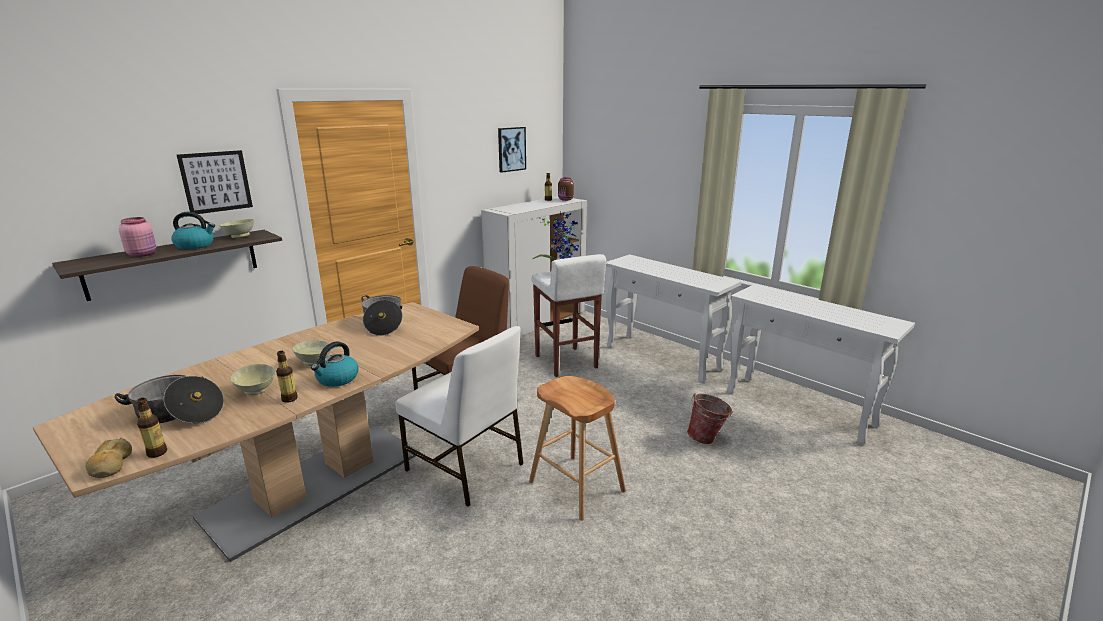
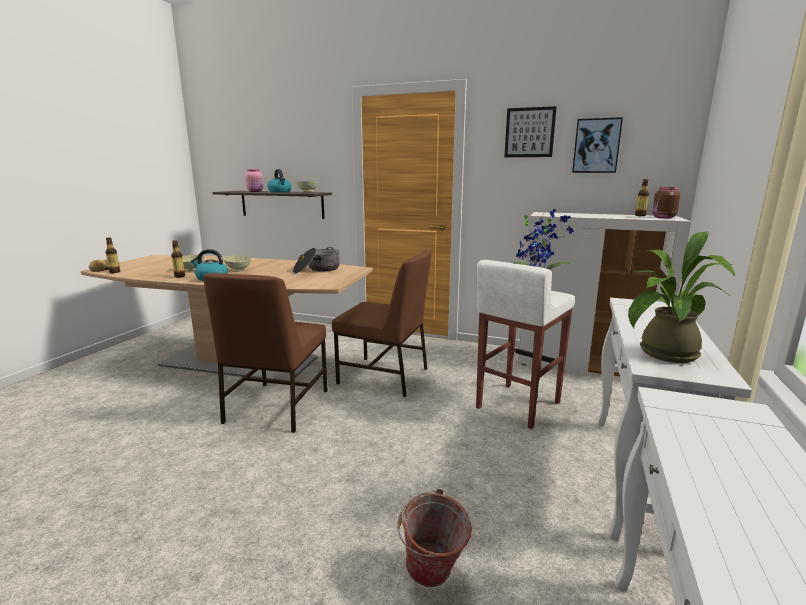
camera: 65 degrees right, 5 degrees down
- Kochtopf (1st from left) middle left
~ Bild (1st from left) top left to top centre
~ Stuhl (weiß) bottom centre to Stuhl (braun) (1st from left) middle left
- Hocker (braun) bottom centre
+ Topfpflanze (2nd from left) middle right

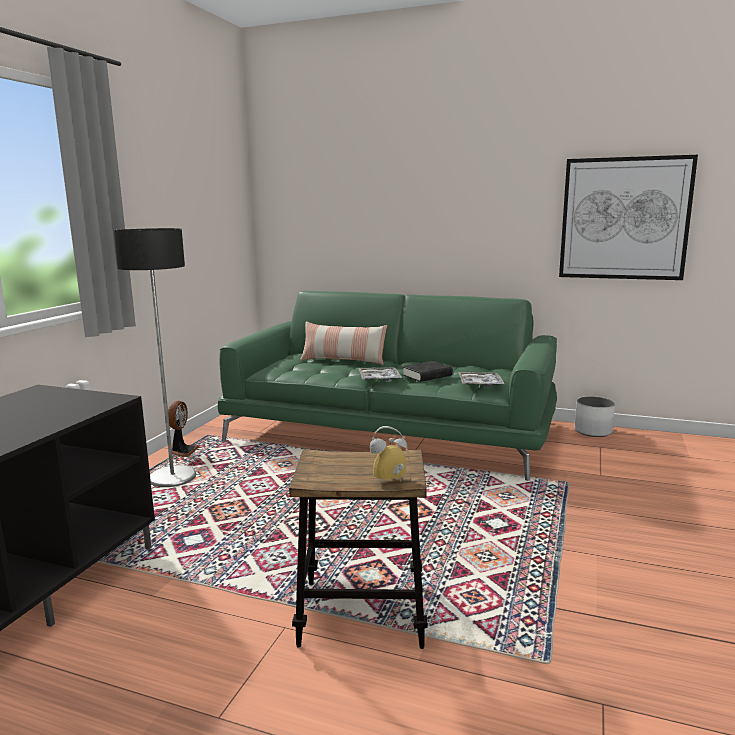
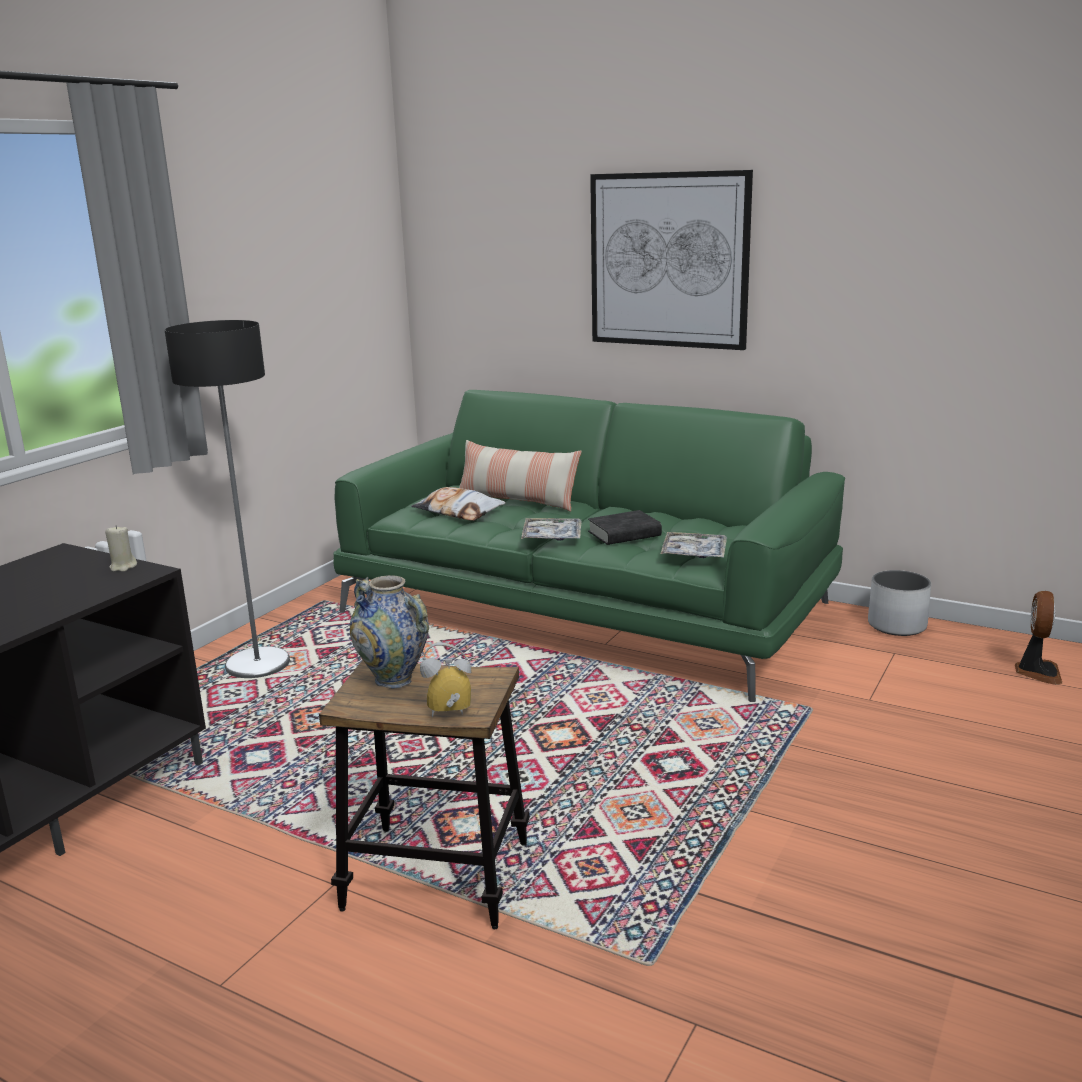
camera: 10 degrees right, 5 degrees up
~ Ventilator middle left to middle right
~ Bild top right to top centre
+ Kerze (beige) middle left
+ Vase centre
+ Kissen (1st from left) centre

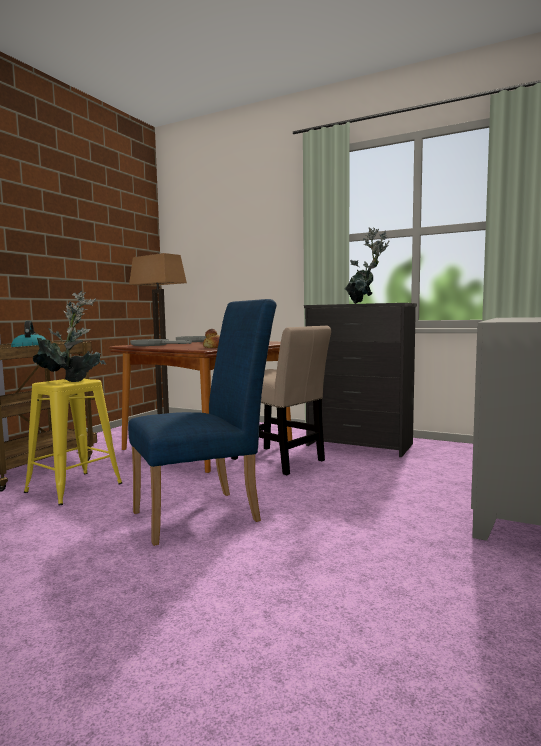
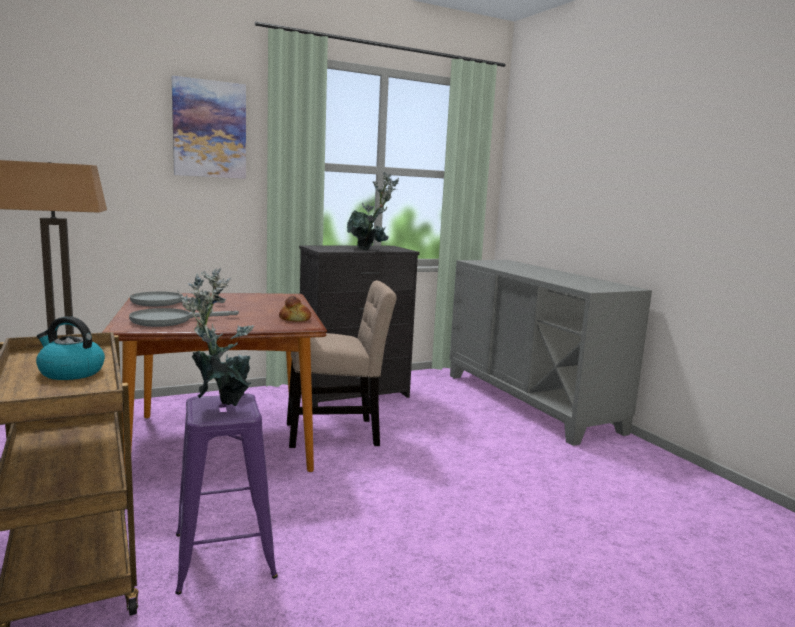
camera: 55 degrees left, 5 degrees up
~ Hocker (gelb) middle left to Hocker (lila) bottom left
- Stuhl (blau) centre
+ Bild top left

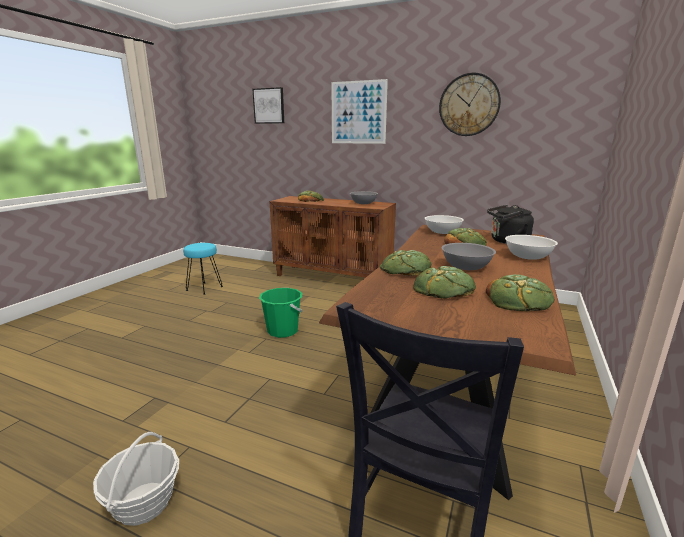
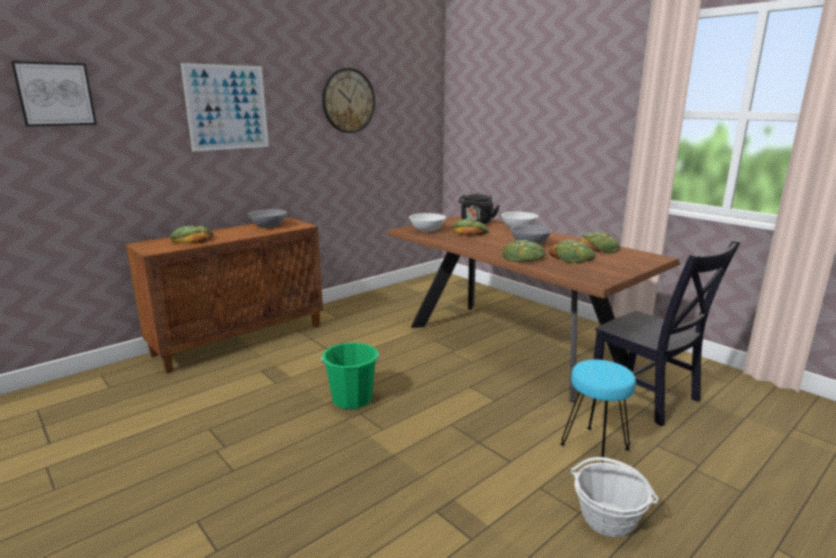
camera: 65 degrees left, 0 degrees up
~ Hocker (türkis) middle left to bottom right

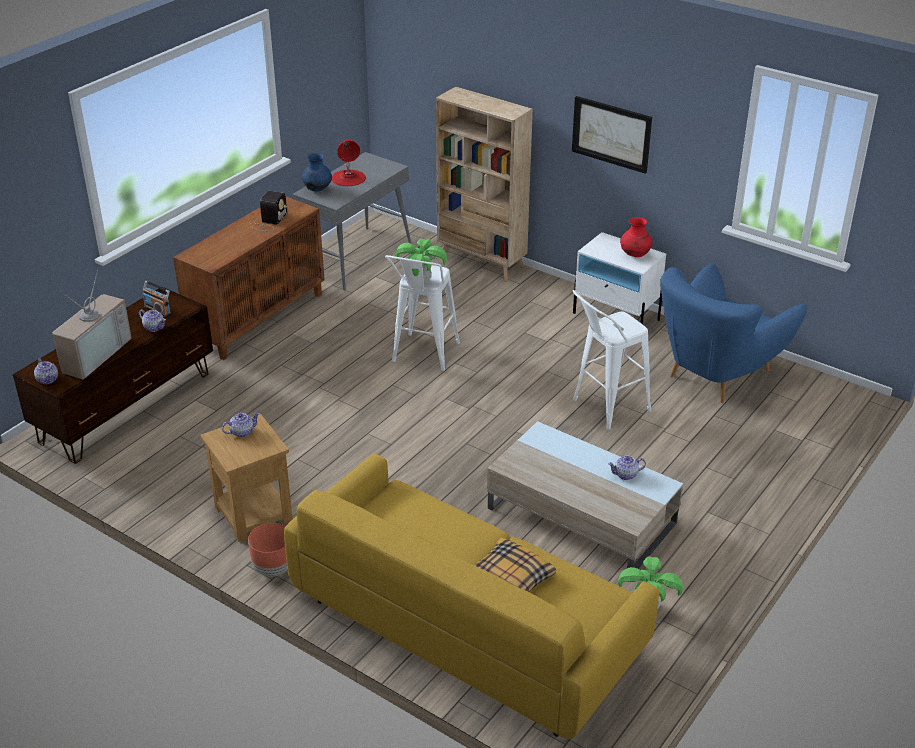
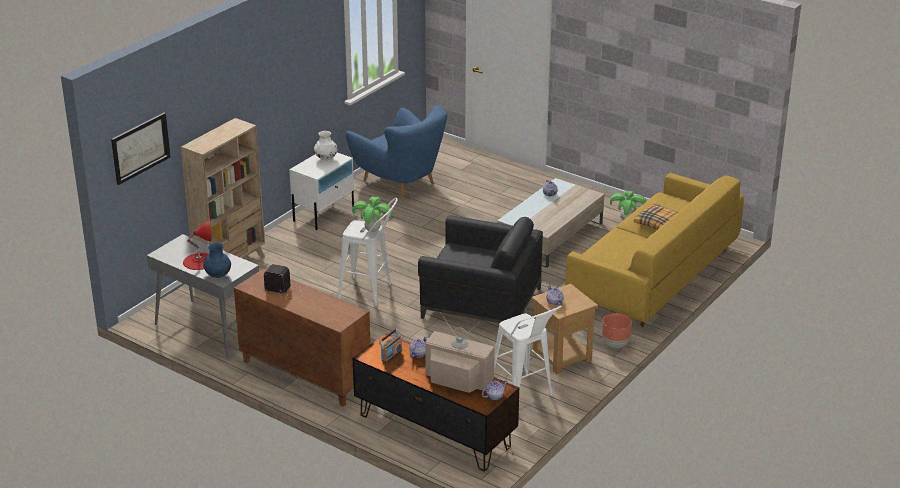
camera: 90 degrees left, 5 degrees down
~ Bild top right to top left
~ Hocker (weiß) (2nd from left) middle right to bottom centre
~ Vase (rot) top right to Vase (weiß) top centre
+ Sessel (schwarz) centre

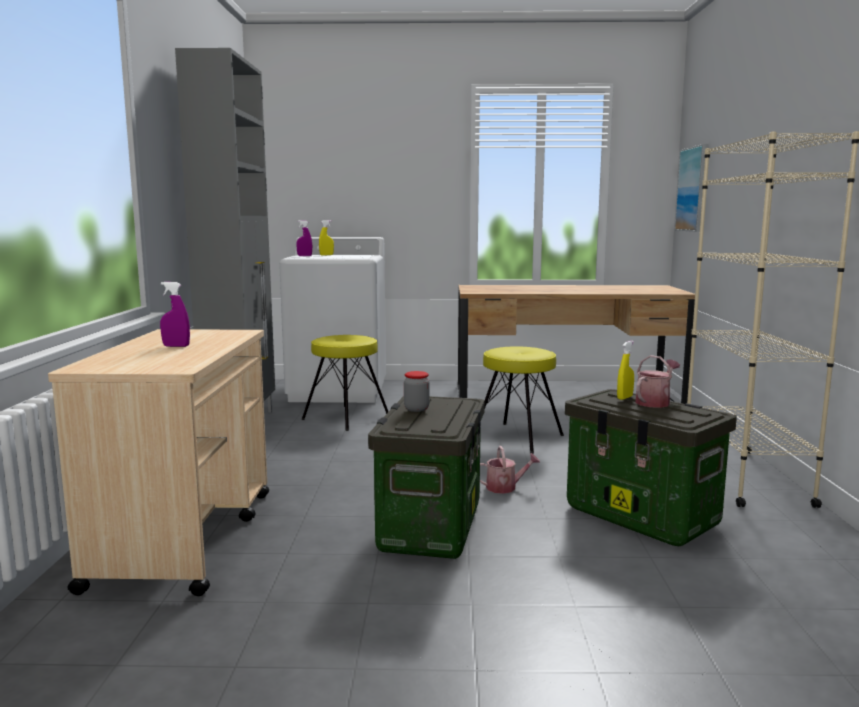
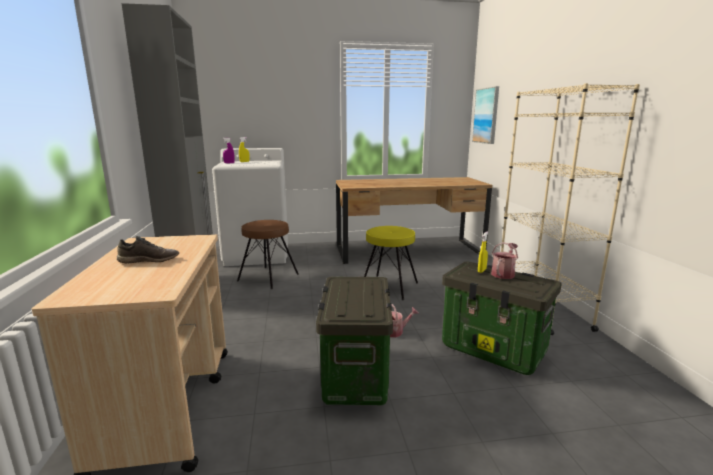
camera: 10 degrees left, 5 degrees up
~ Sprühflasche (lila) (1st from left) middle left to Schuh (grau) middle left
~ Hocker (gelb) (1st from left) centre to Hocker (braun) centre
- Vorratsglas centre

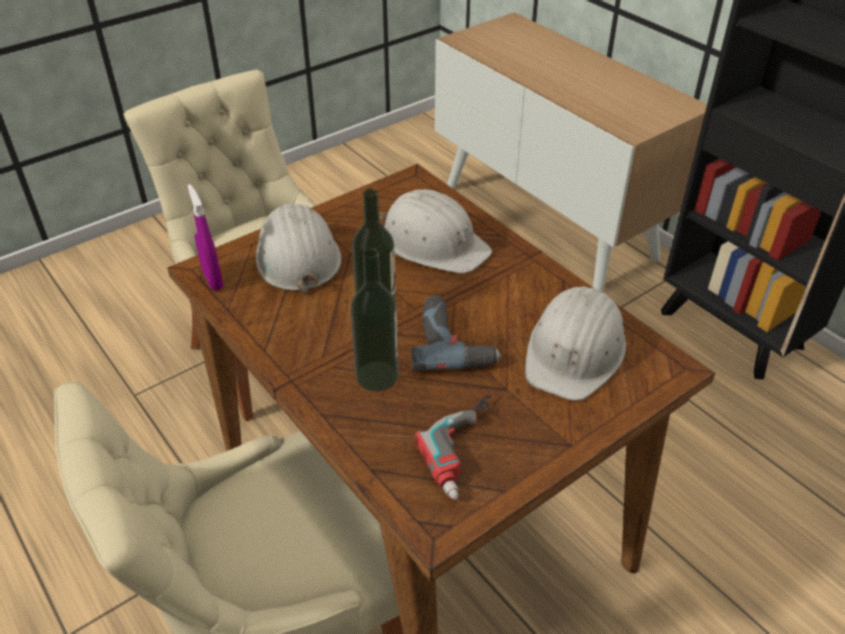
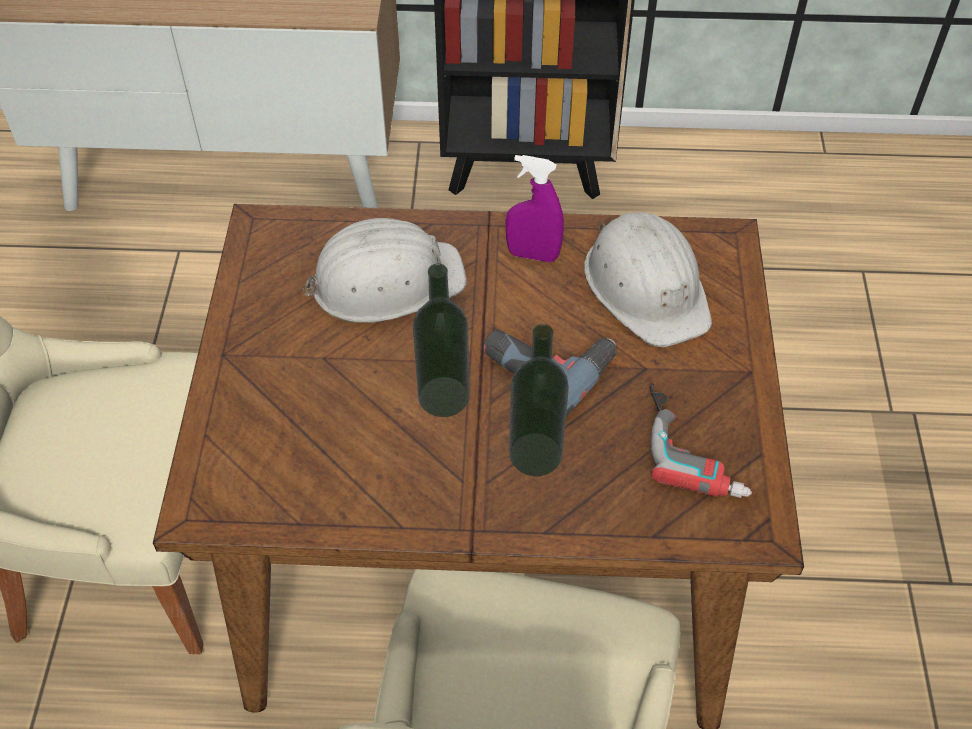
camera: 50 degrees left, 10 degrees up
~ Sprühflasche (lila) middle left to top centre
- Schutzhelm (weiß) (1st from left) centre

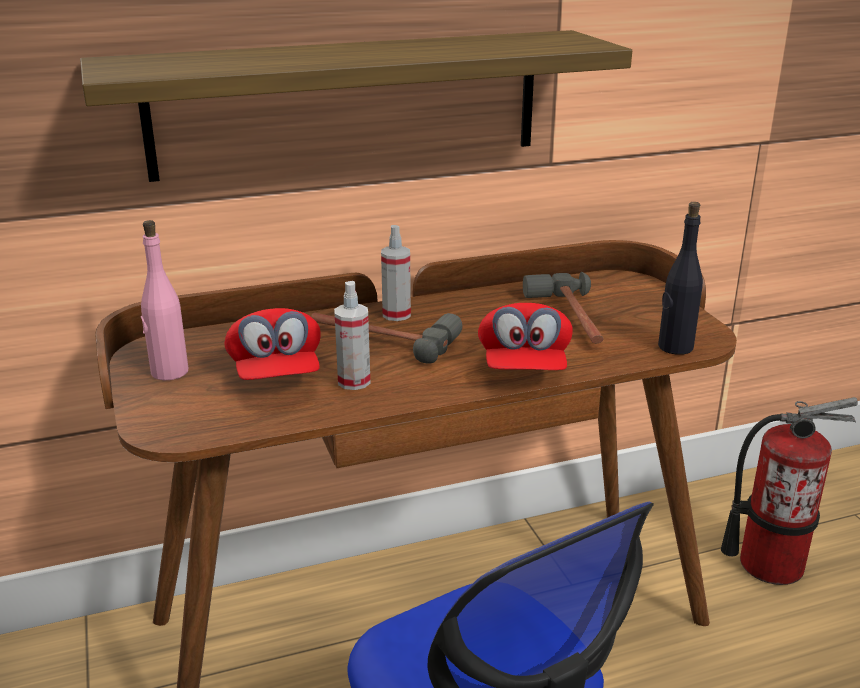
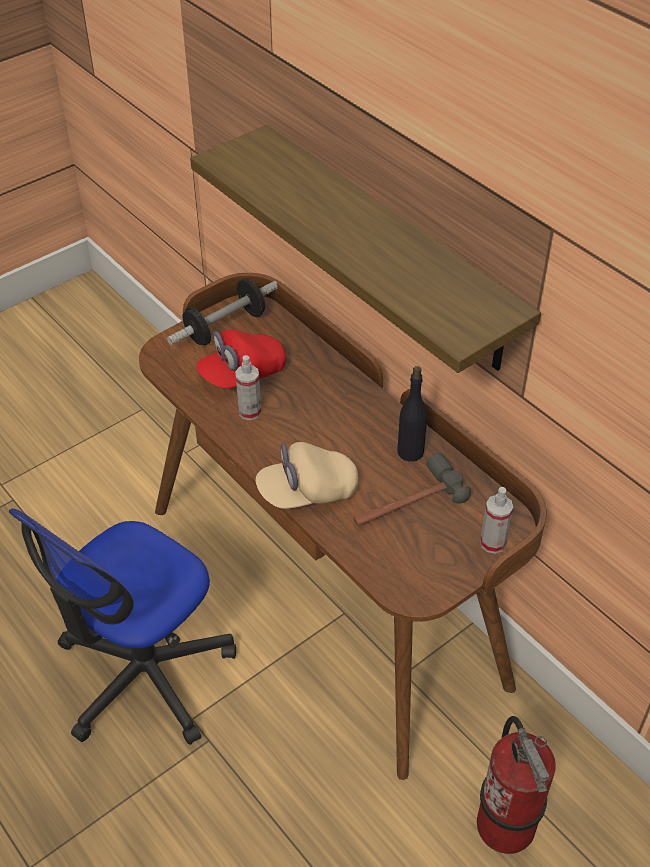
camera: 70 degrees right, 20 degrees up
~ Flasche (rosa) middle left to Hantel centre
- Hammer (1st from left) centre
~ Sprühflasche (2nd from left) centre to middle right
~ Kappe (rot) (2nd from left) centre to Kappe (beige) centre
~ Flasche (schwarz) middle right to centre

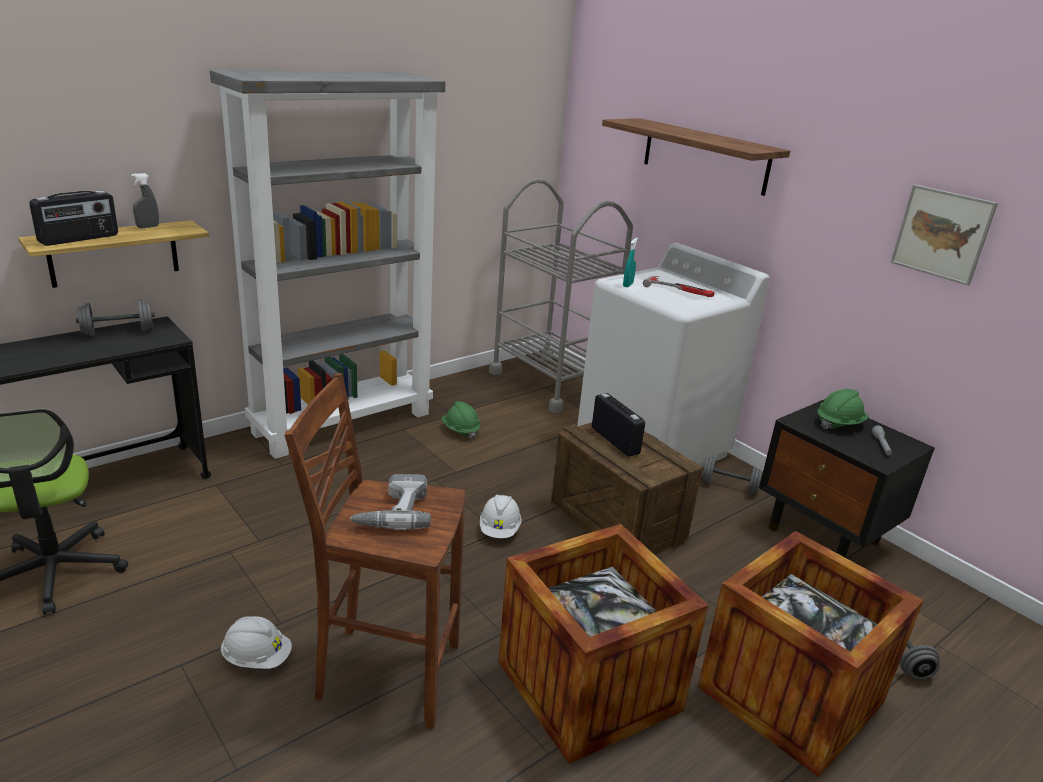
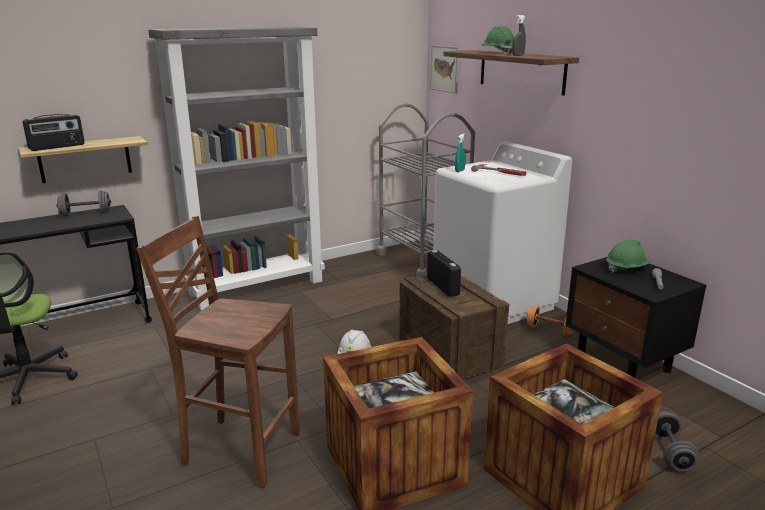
camera: 10 degrees right, 5 degrees down
~ Sprühflasche (grau) top left to top right
- Schutzhelm (weiß) (1st from left) bottom left
- Bohrmaschine centre
~ Schutzhelm (grün) (1st from left) centre to top centre
~ Hantel (grau) (2nd from left) middle right to Hantel (orange) middle right
~ Bild top right to top centre

